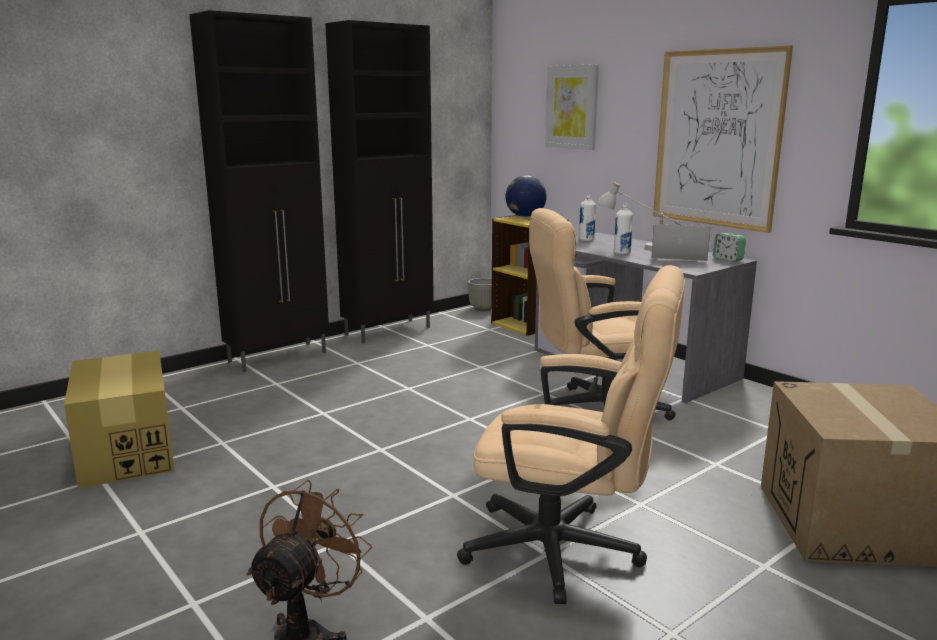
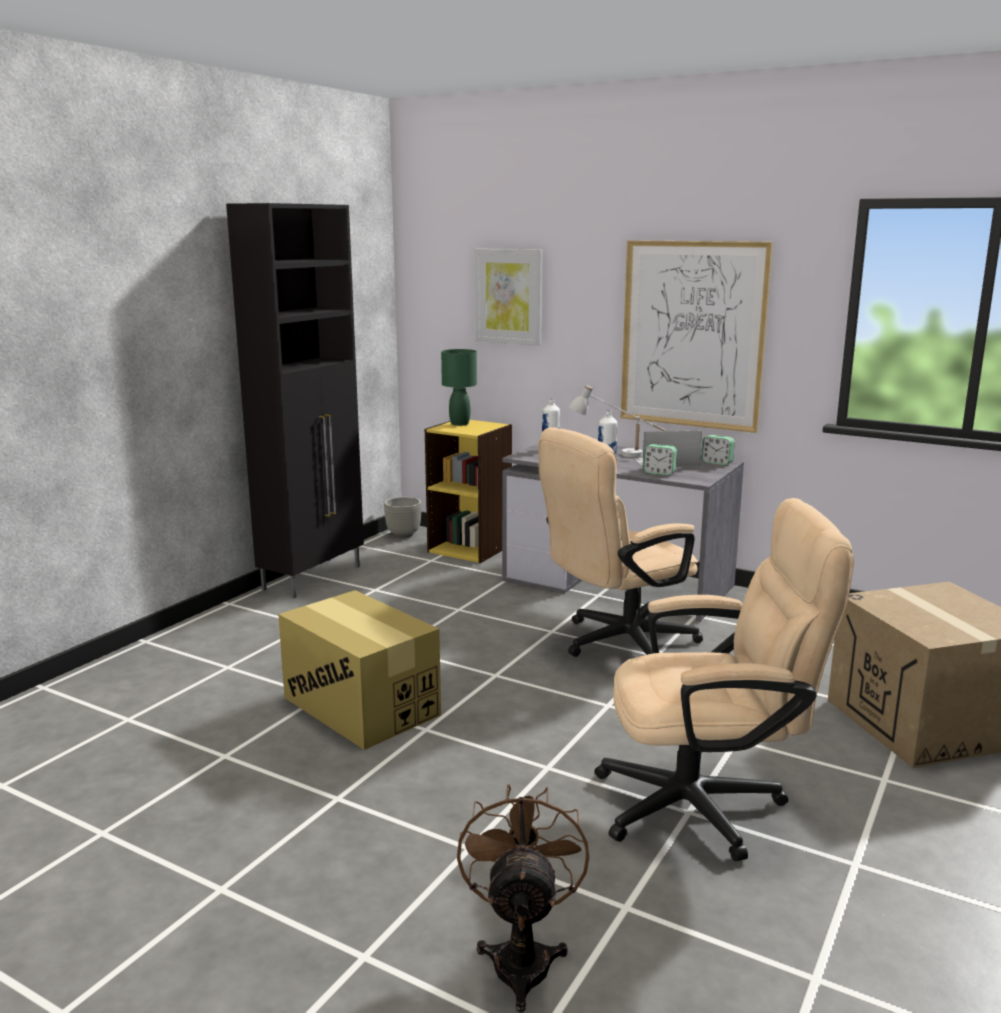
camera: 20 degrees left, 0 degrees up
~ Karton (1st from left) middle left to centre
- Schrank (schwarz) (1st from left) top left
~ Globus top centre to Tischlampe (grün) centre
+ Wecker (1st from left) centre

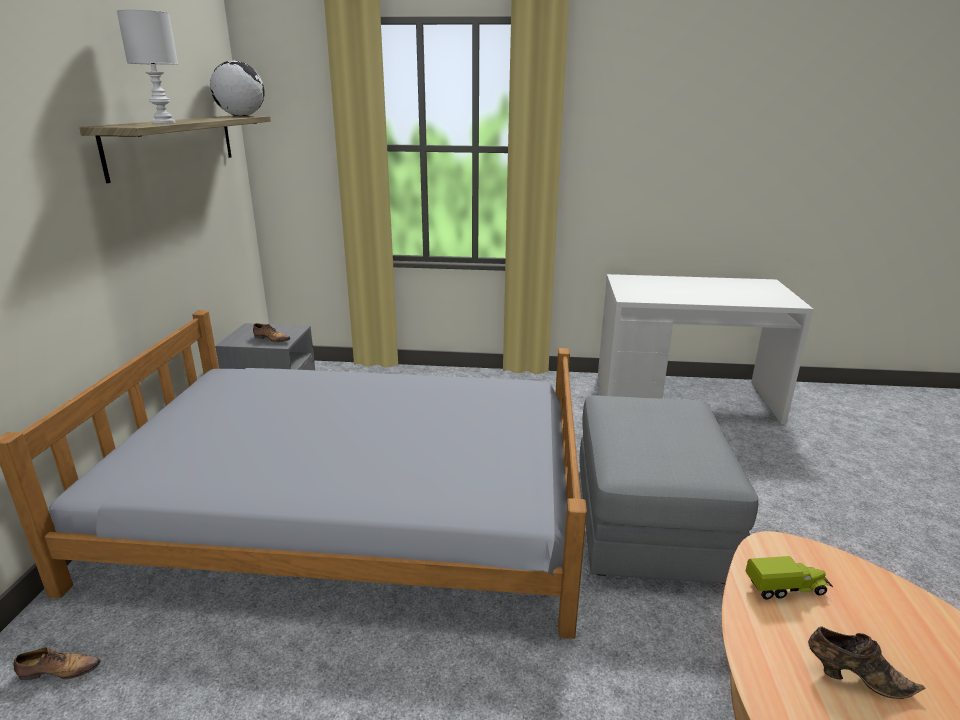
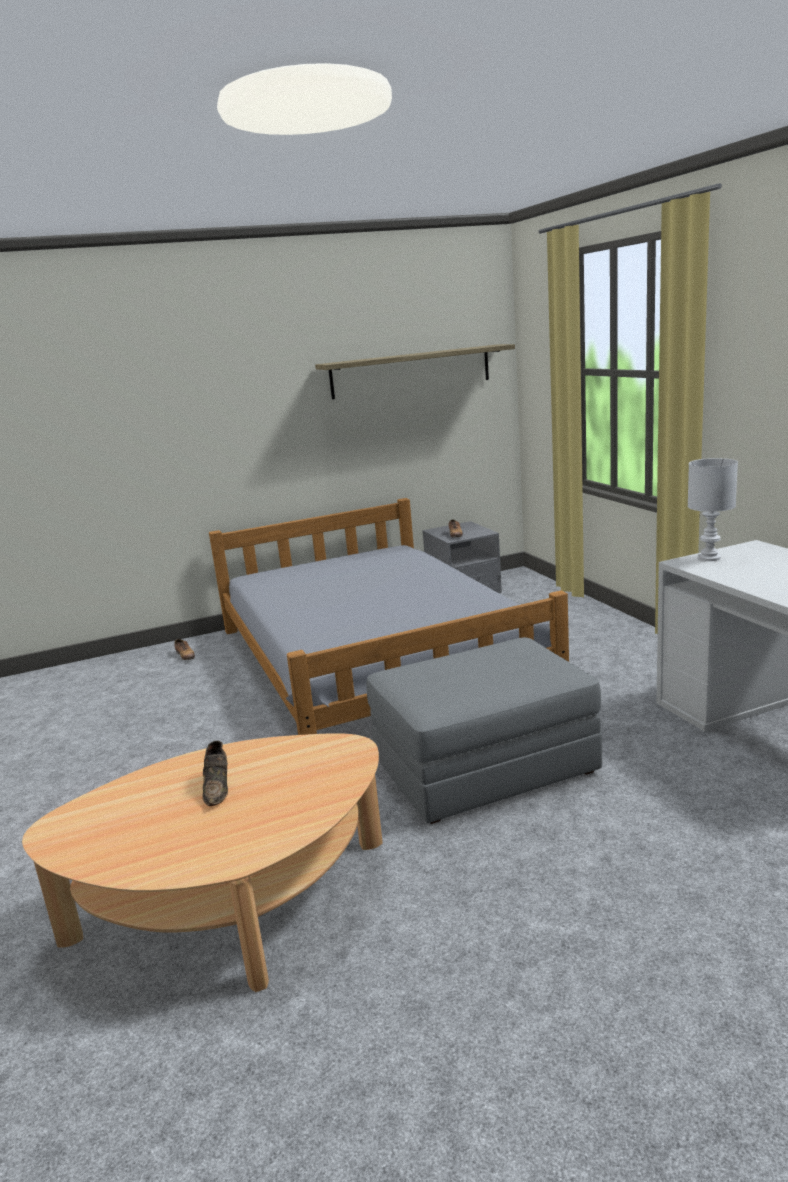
camera: 65 degrees right, 5 degrees down
~ Tischlampe (weiß) top left to middle right
- Globus top left
- Spielzeuglaster bottom right

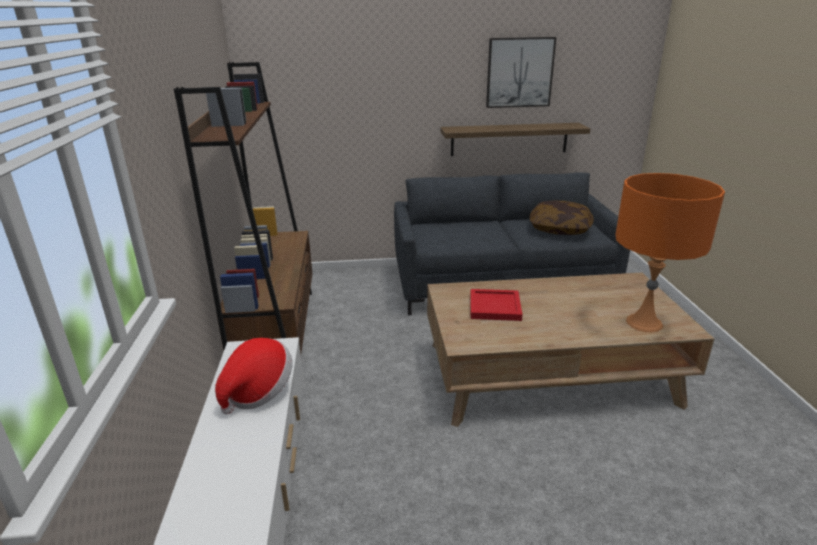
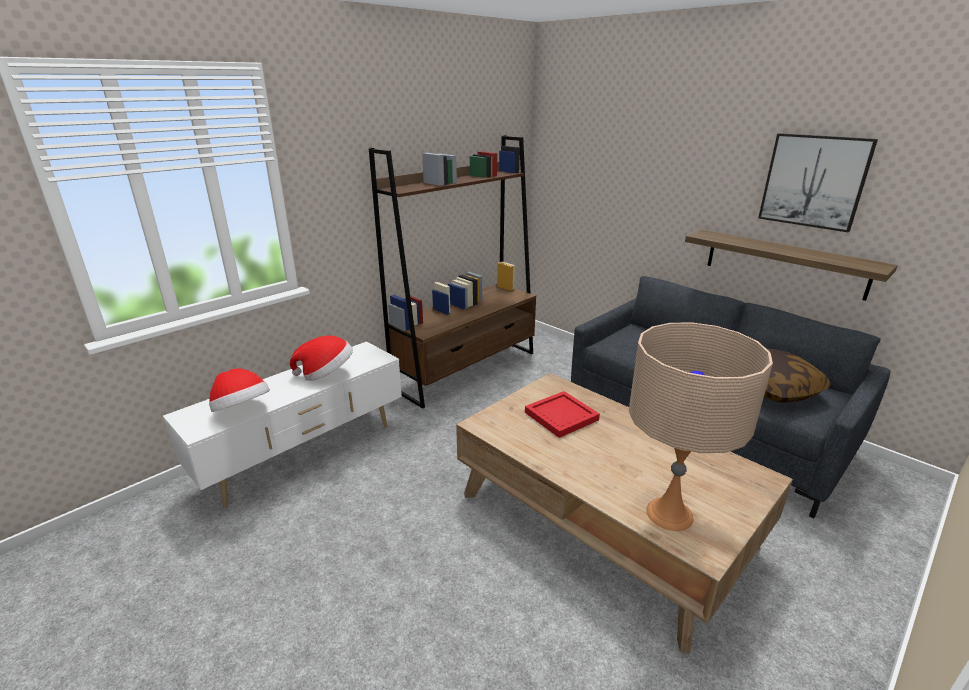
camera: 50 degrees right, 0 degrees up
~ Tischlampe (orange) middle right to Tischlampe (beige) middle right
+ Hut (1st from left) middle left

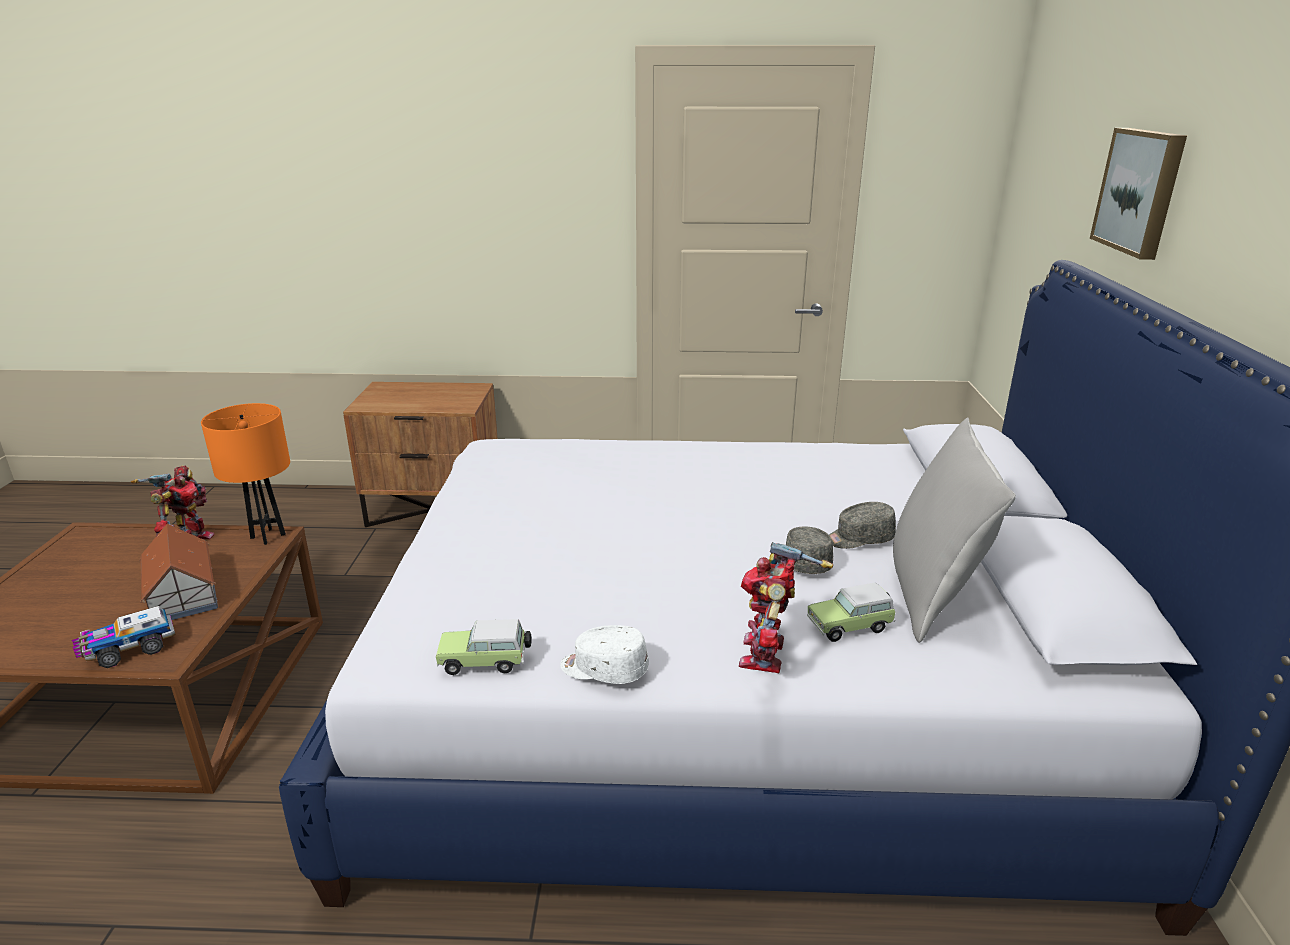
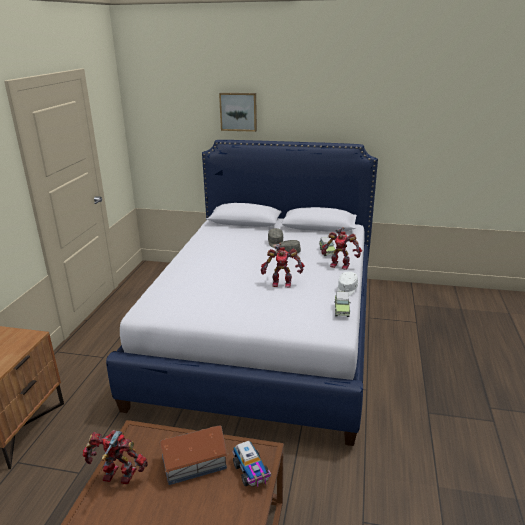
camera: 80 degrees left, 0 degrees up
- Tischlampe (orange) middle left
- Kissen (grau) middle right
+ Spielzeugroboter (2nd from left) centre

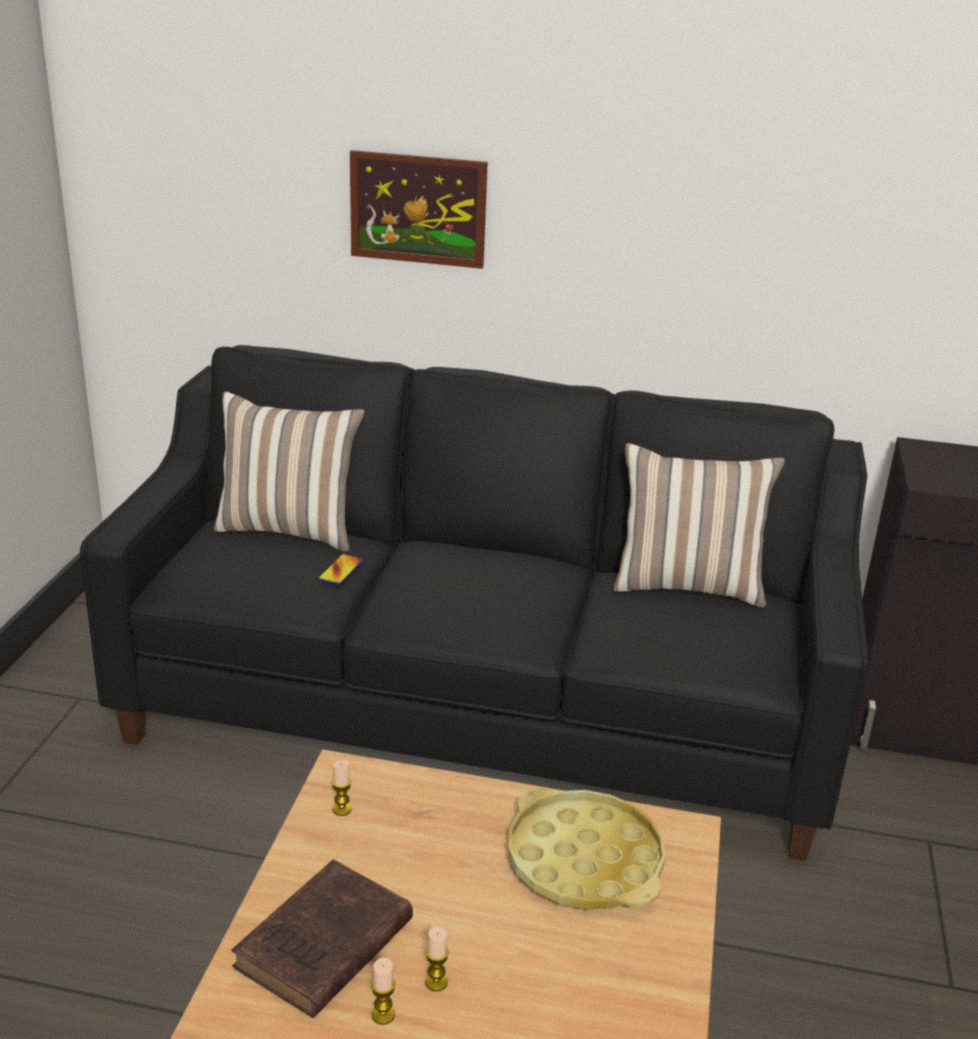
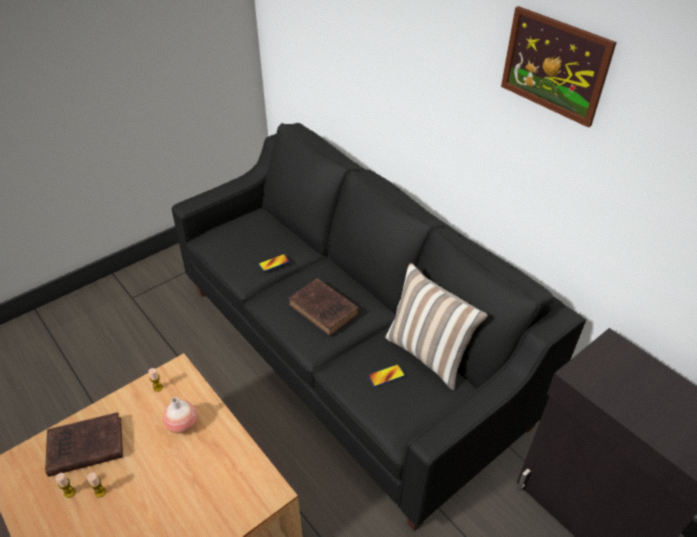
camera: 40 degrees right, 15 degrees up
- Kissen (1st from left) middle left
~ Bild top centre to top right
- Tablett (gelb) bottom centre
+ Vase bottom left
+ Buch (braun) (2nd from left) centre
+ Handy (2nd from left) bottom centre

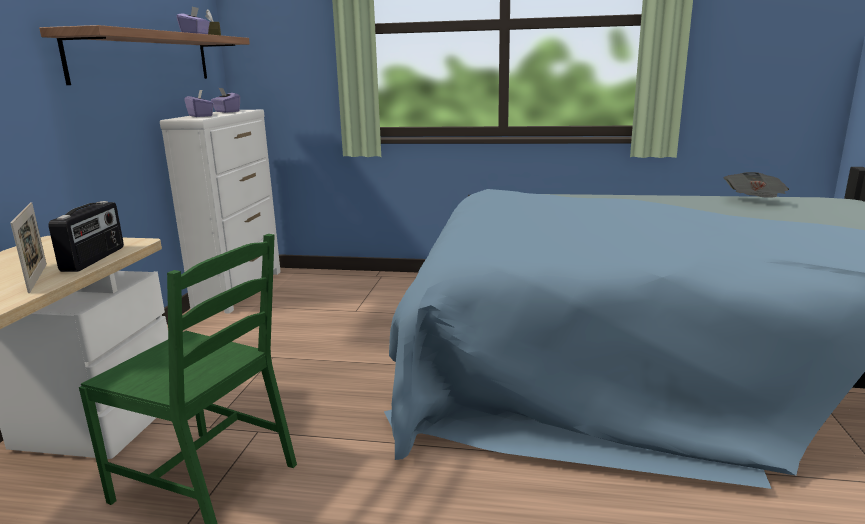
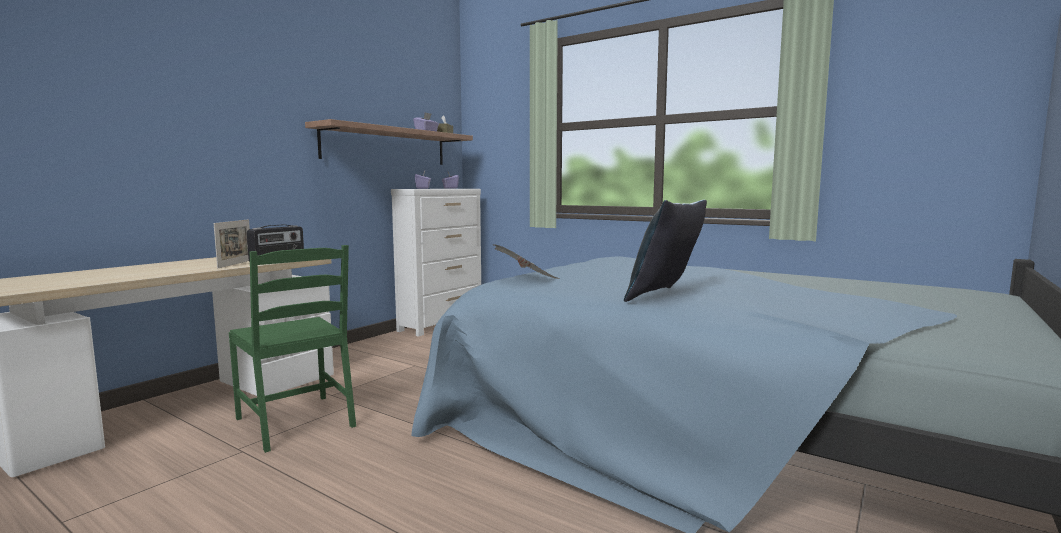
camera: 25 degrees right, 10 degrees down
~ Zeitung middle right to centre
+ Kissen (blau) centre

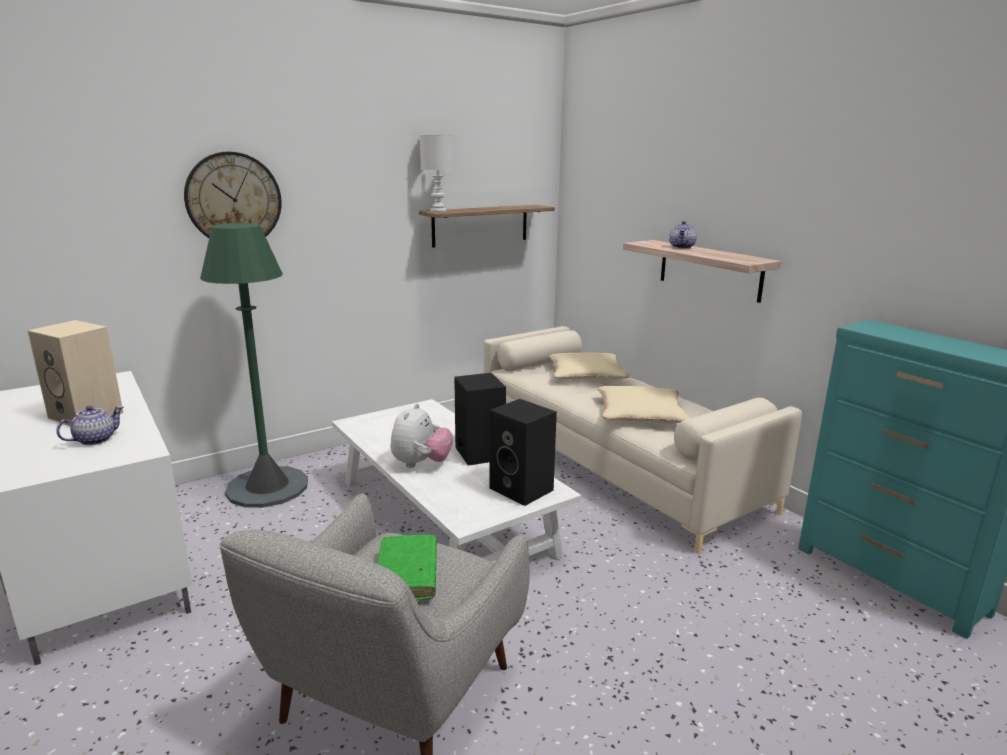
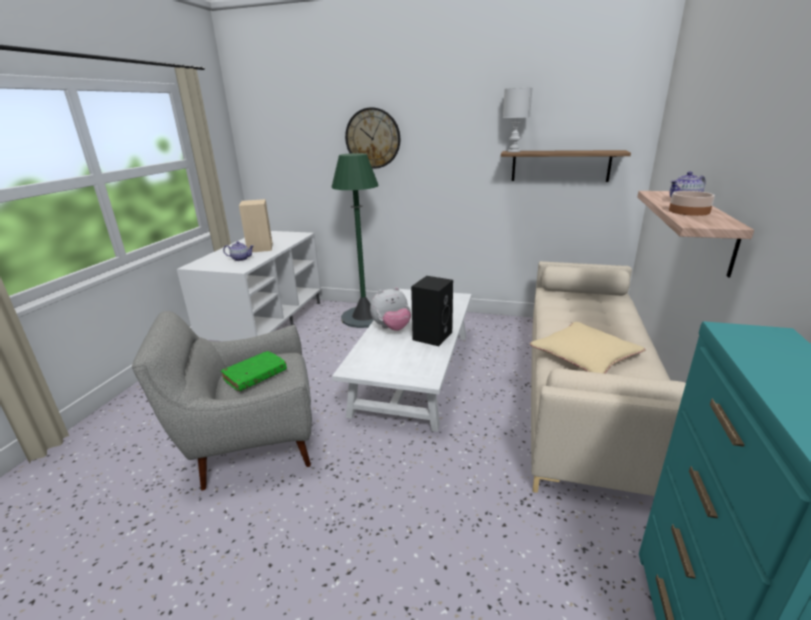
camera: 50 degrees right, 5 degrees up
- Lautsprecher (schwarz) (2nd from left) centre
- Kissen (beige) (1st from left) centre
+ Schüssel top right

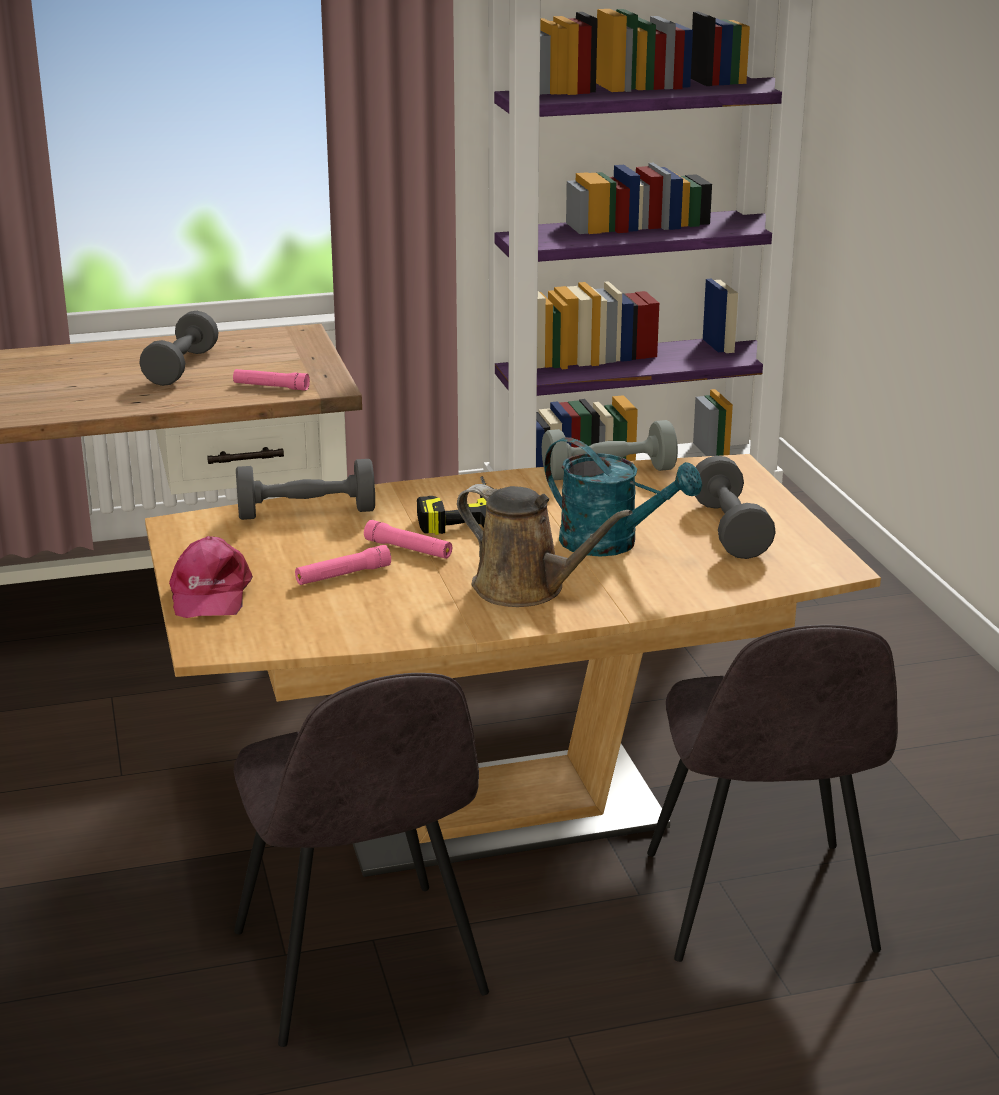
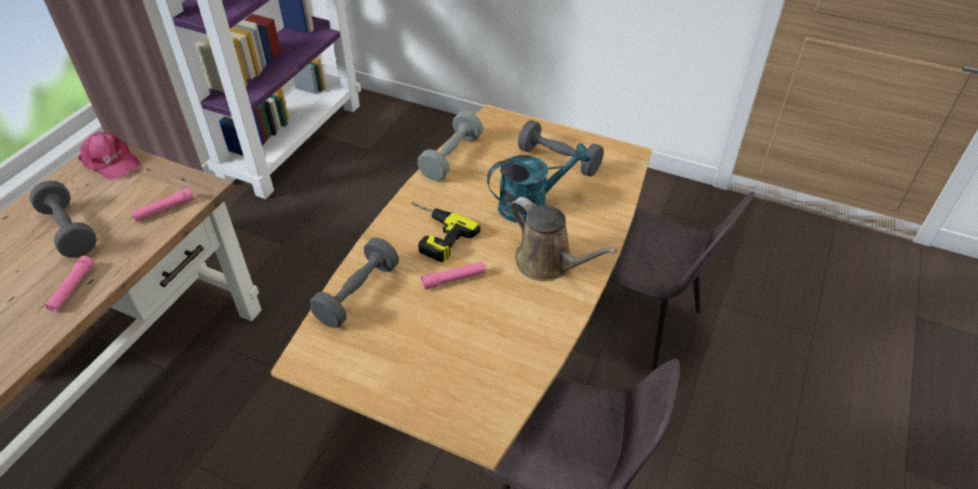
camera: 50 degrees left, 20 degrees up
~ Kappe (rosa) middle left to top left
~ Taschenlampe (rosa) (2nd from left in the first image) centre to Taschenlampe (rosa) (1st from left) middle left
~ Gießkanne (braun) centre = centre 60 degrees clockwise

